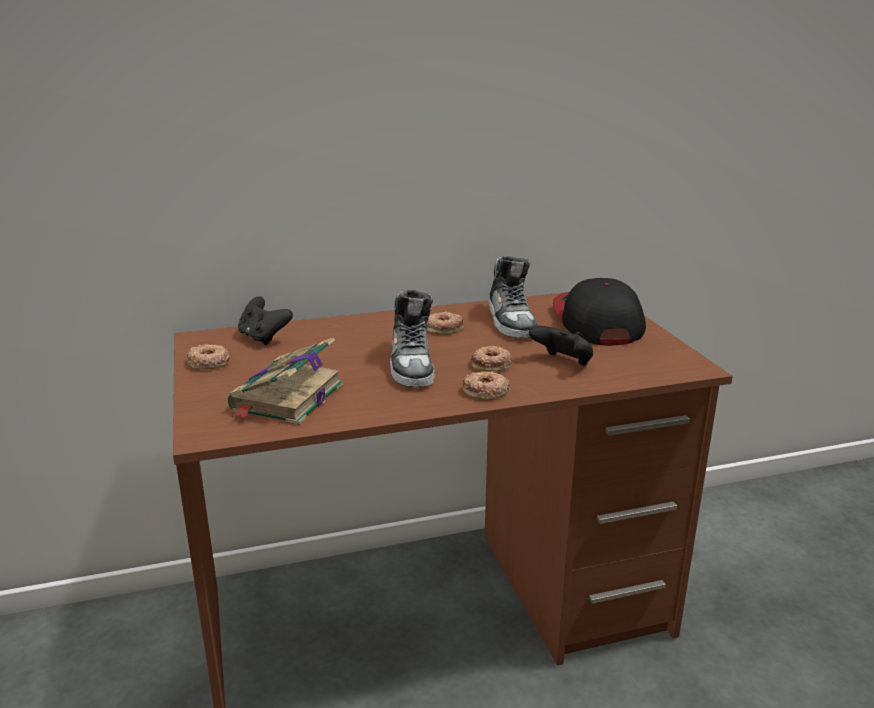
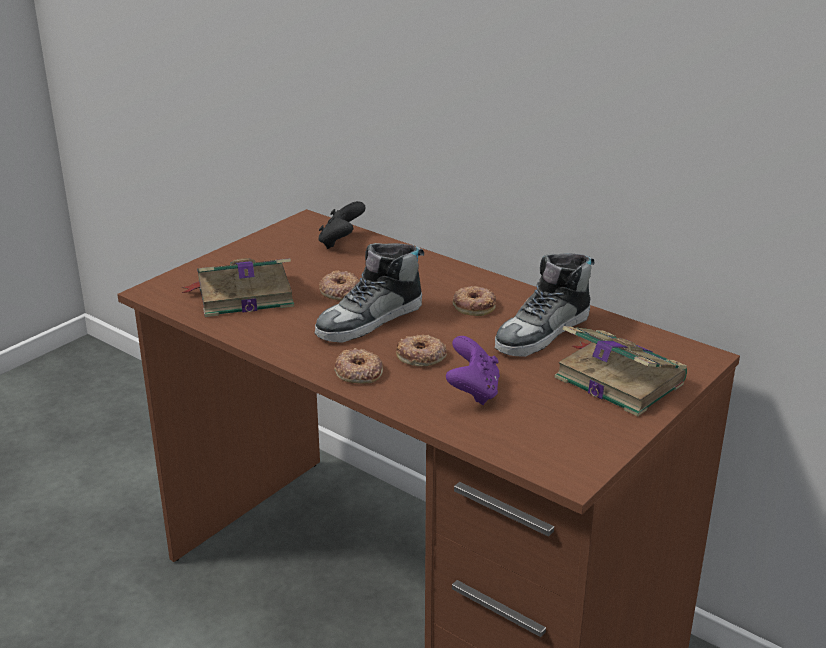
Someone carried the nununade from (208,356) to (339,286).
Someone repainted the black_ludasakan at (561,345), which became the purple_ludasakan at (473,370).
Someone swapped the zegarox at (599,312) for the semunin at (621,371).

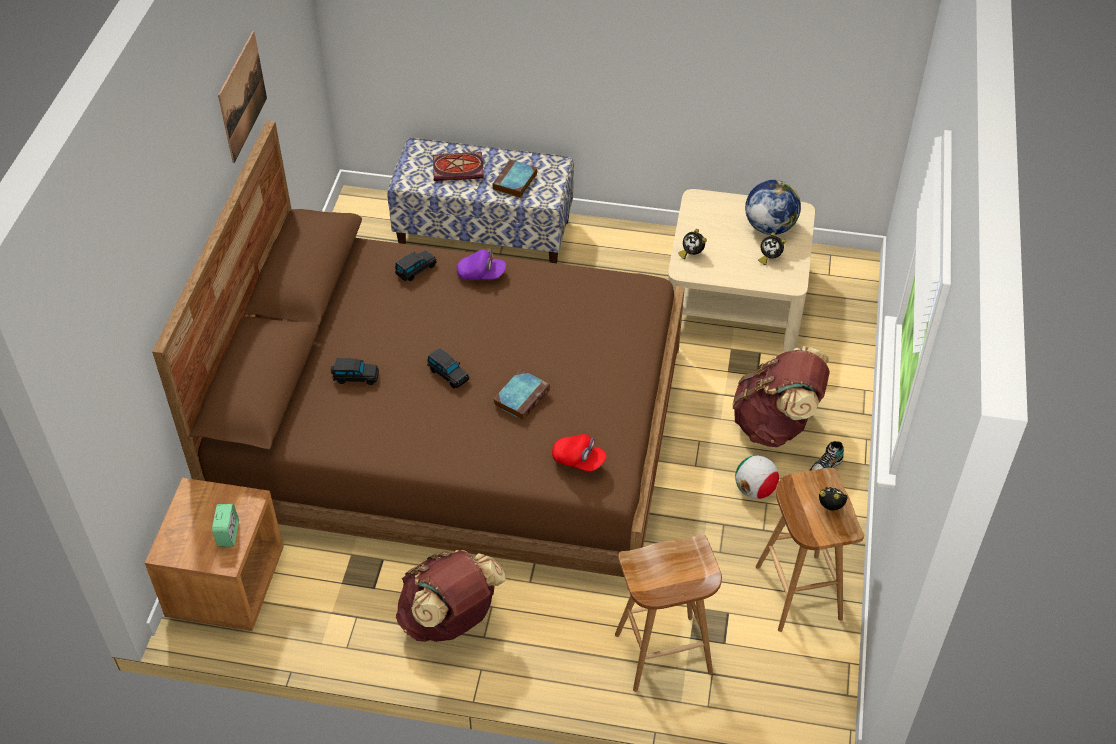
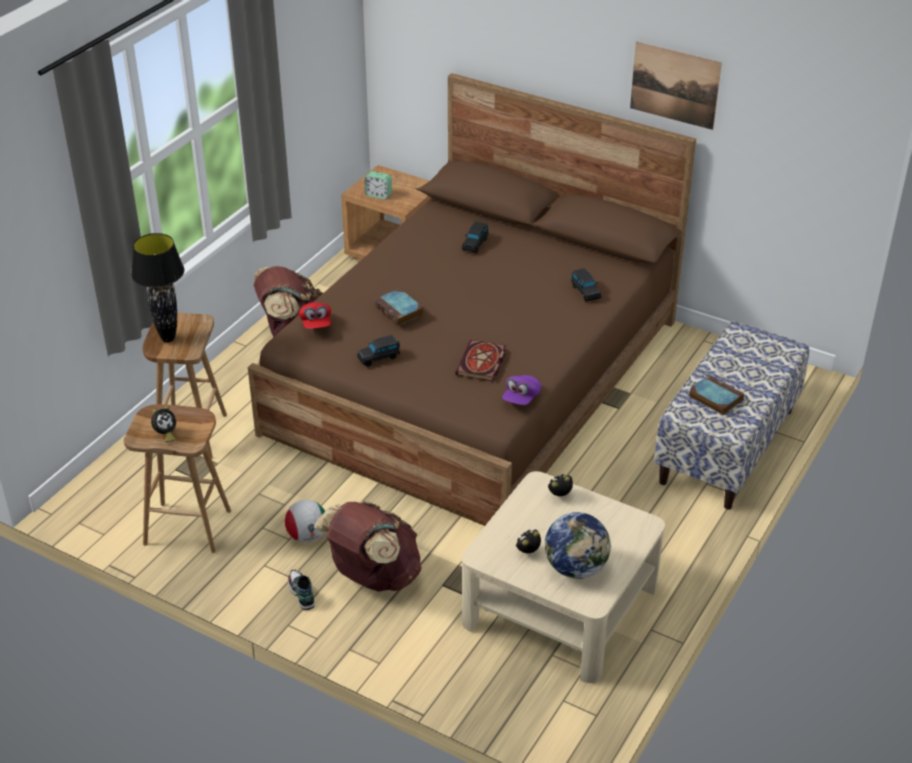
Someone carried the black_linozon from (448,368) to (378,350).
Someone carried the semunin from (458,166) to (480,361).
Someone carried the purple_zegarox from (481,264) to (521,390).
Someone rotated the red_zegarox at (579,452) by 60 degrees counterclockwise.
Someone put down the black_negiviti at (157,287).

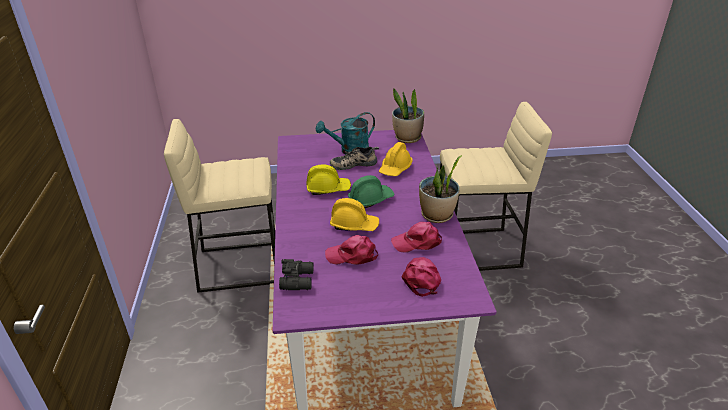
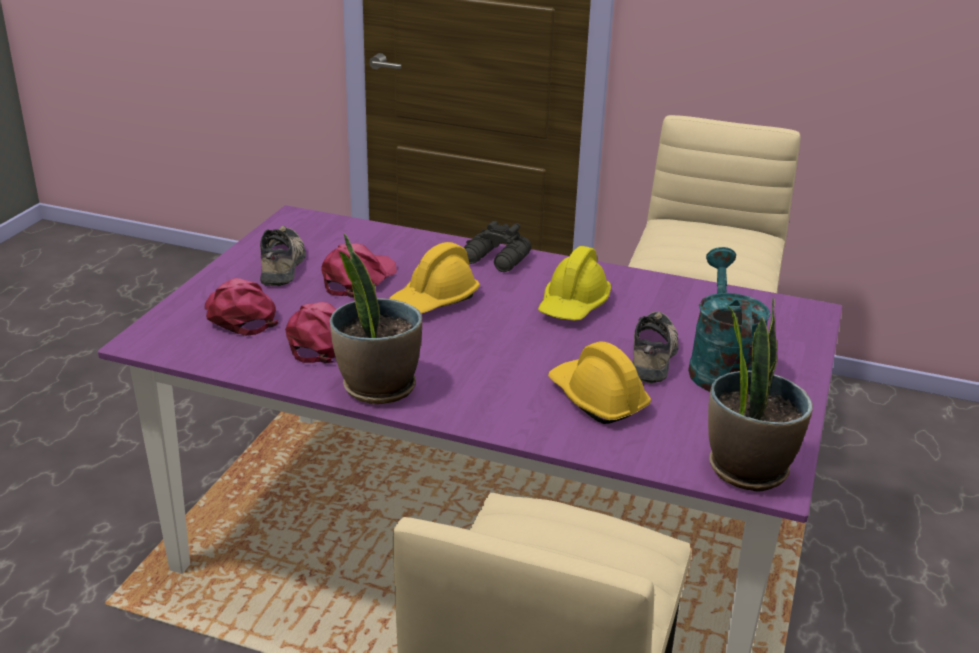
Someone carried the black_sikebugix from (296,274) to (497,246).
Someone took away the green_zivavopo at (371,191).
Someone rotated the pink_zegarox at (421,277) by 150 degrees counterclockwise.
Someone put down the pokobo at (283,256).

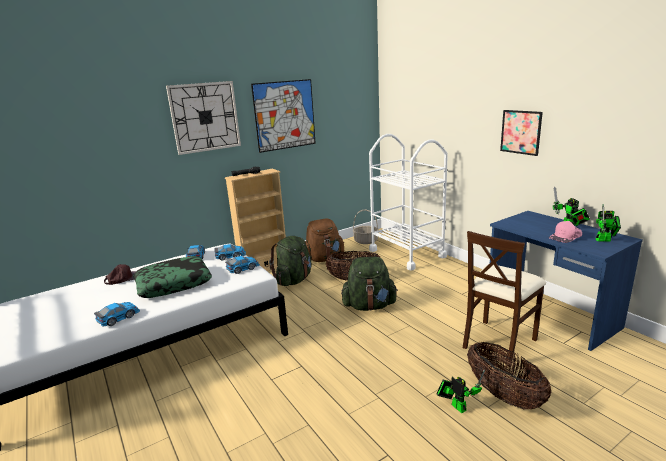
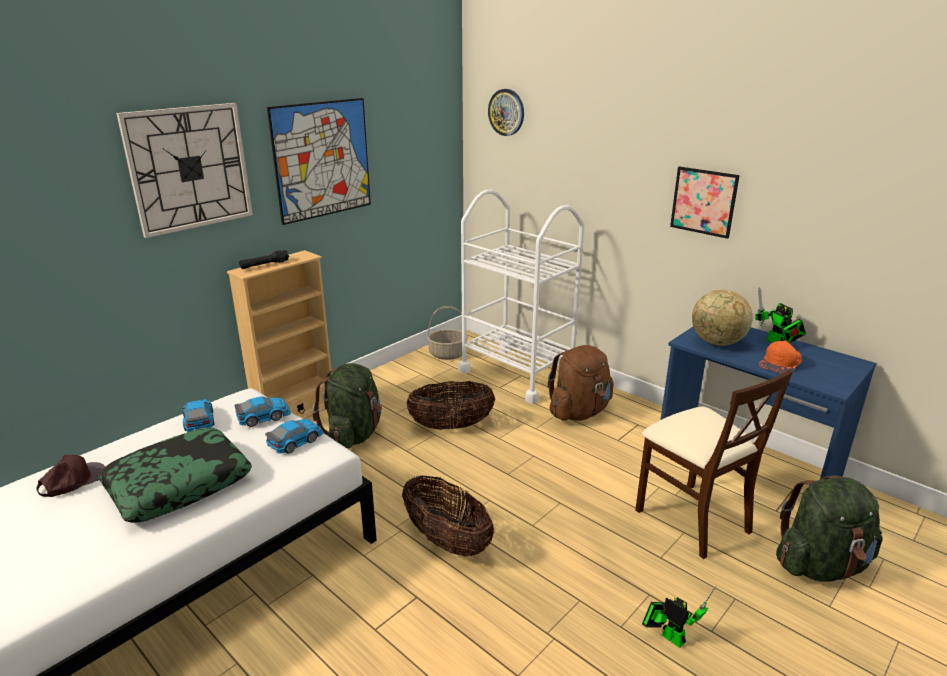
Someone took away the linozon at (117,314).
Someone carried the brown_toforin from (324,240) to (580,383).
Someone carried the green_toforin from (369,284) to (829,528).
Someone rotated the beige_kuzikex at (504,299) by 60 degrees counterclockwise.
Someone carried the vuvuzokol from (509,375) to (448,516).
Someone repainted the pink_zegarox at (565,232), which became the orange_zegarox at (780,357).
Someone took away the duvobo at (608,223).
Someone put up the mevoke at (506,112).
Someone put down the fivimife at (722,317).

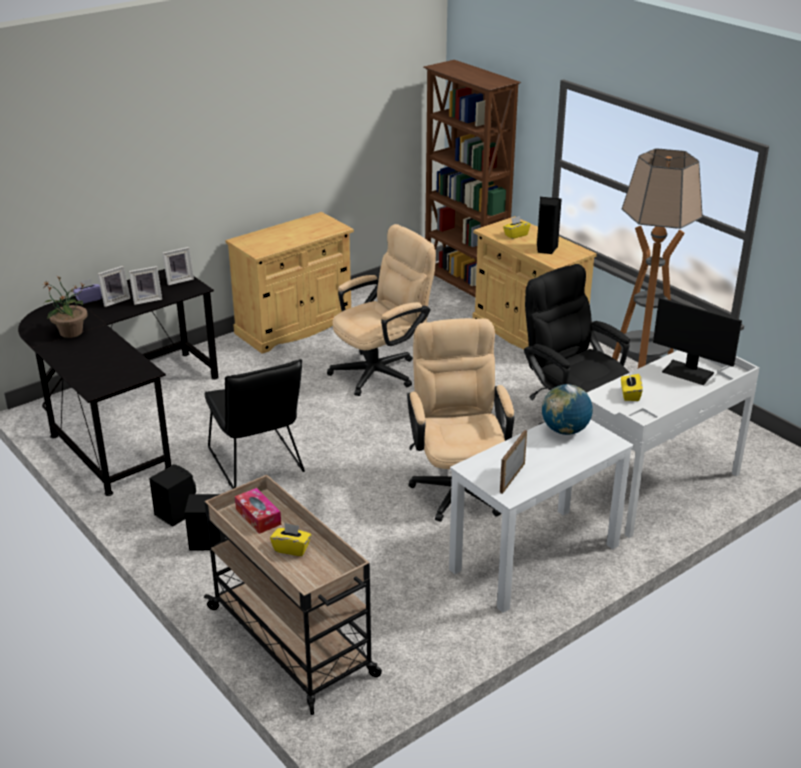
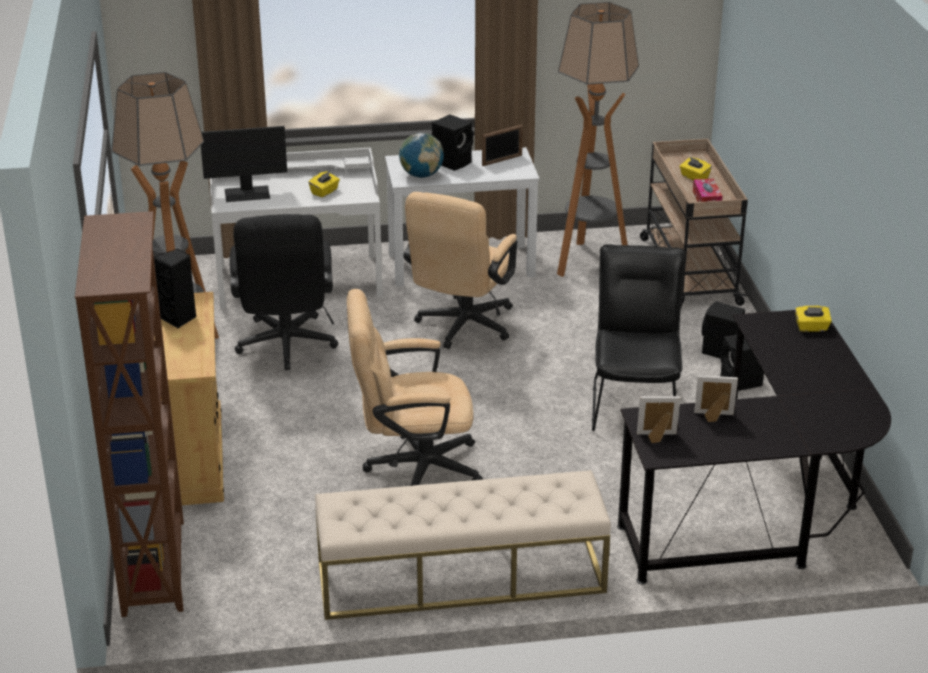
Someone took away the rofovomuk at (65,307).
Someone took away the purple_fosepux at (87,291).
Someone took away the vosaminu at (114,286).
Someone swapped the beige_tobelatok at (289,283) for the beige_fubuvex at (463,545).
Someone carried the yellow_fosepux from (517,227) to (813,318).
Someone rotated the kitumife at (697,341) by 105 degrees clockwise.
Someone put down the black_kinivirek at (452,142).
Someone put down the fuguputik at (598,139).

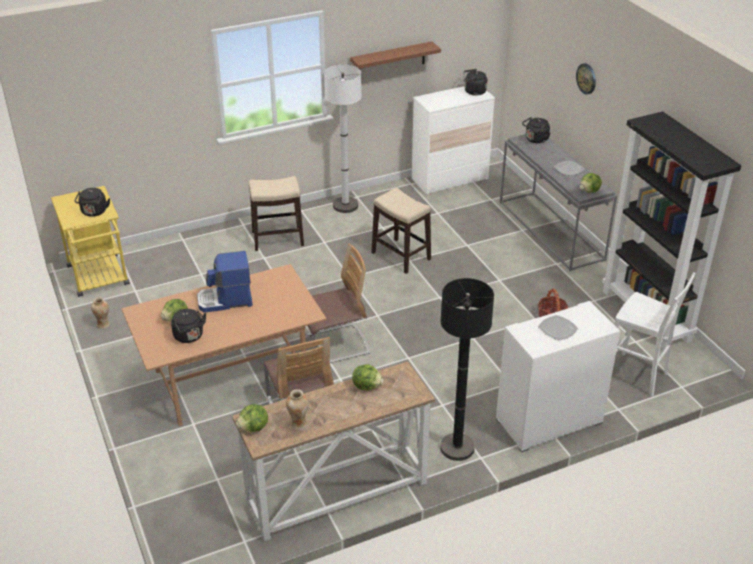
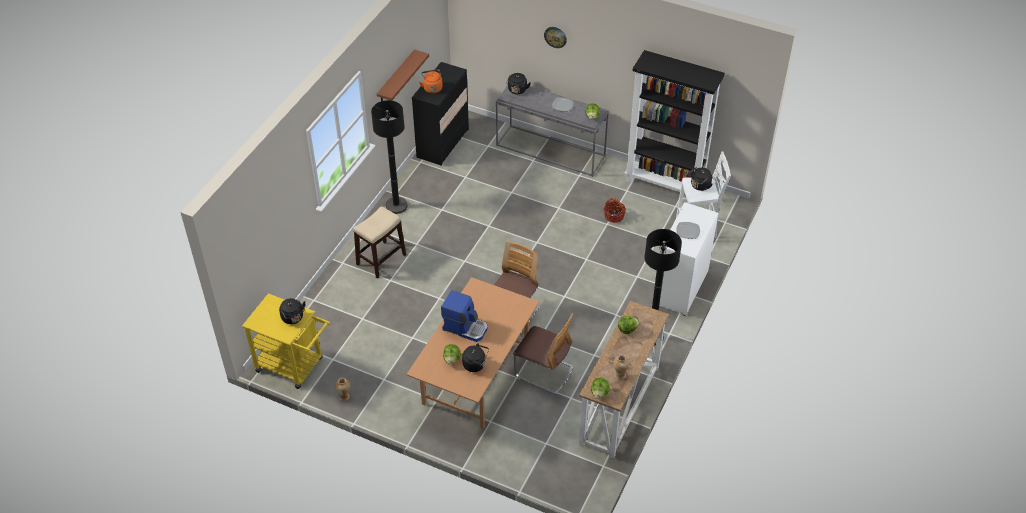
Someone rotated the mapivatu at (225,282) by 105 degrees counterclockwise.
Someone repainted the white_fuguputik at (343,139), which became the black_fuguputik at (389,157).
Someone took away the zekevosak at (401,231).
Someone repainted the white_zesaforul at (453,140), which became the black_zesaforul at (440,114).
Someone carried the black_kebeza from (476,82) to (700,179).
Someone put down the orange_kebeza at (431,81).

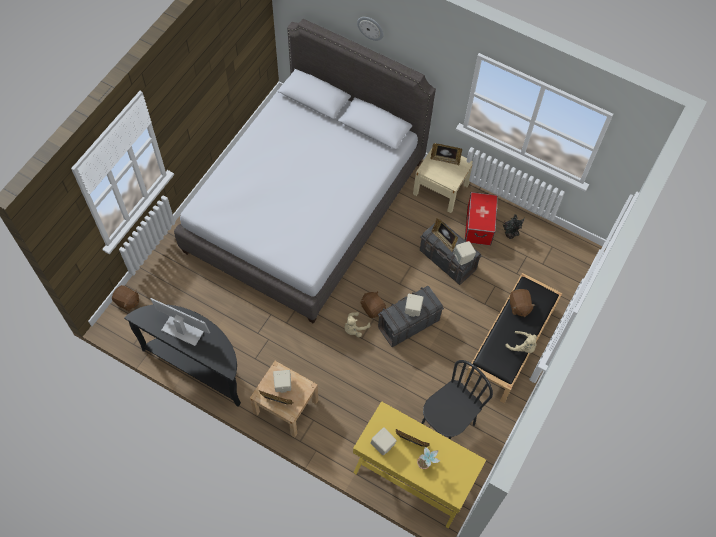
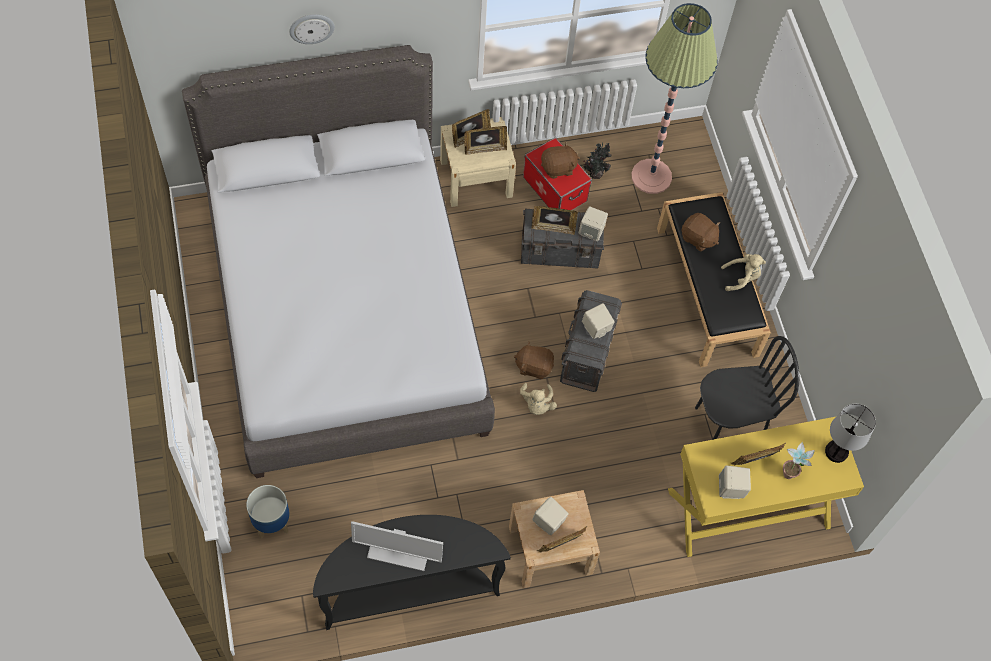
Someone carried the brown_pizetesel from (125,298) to (560,160).
Someone rotated the kitumife at (180,322) by 150 degrees counterclockwise.
Someone rotated the black_kuzikex at (457,400) by 75 degrees clockwise.
Someone put down the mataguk at (267,512).
Someone put down the vosaminu at (485,140).
Someone put down the fuguputik at (674,98).
Someone put down the negiviti at (850,433).

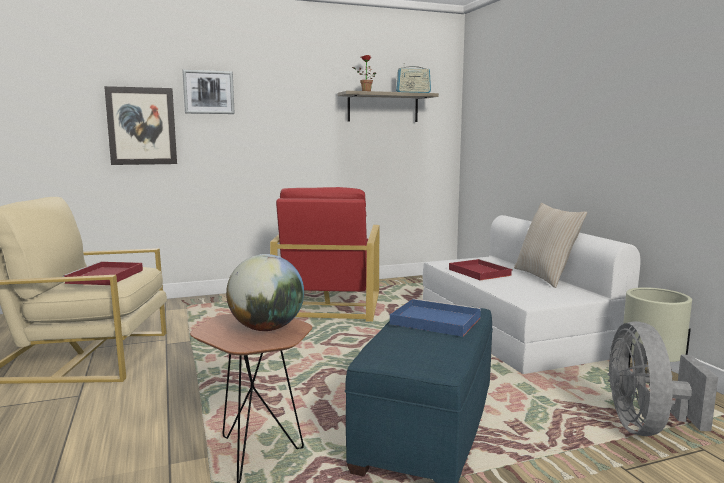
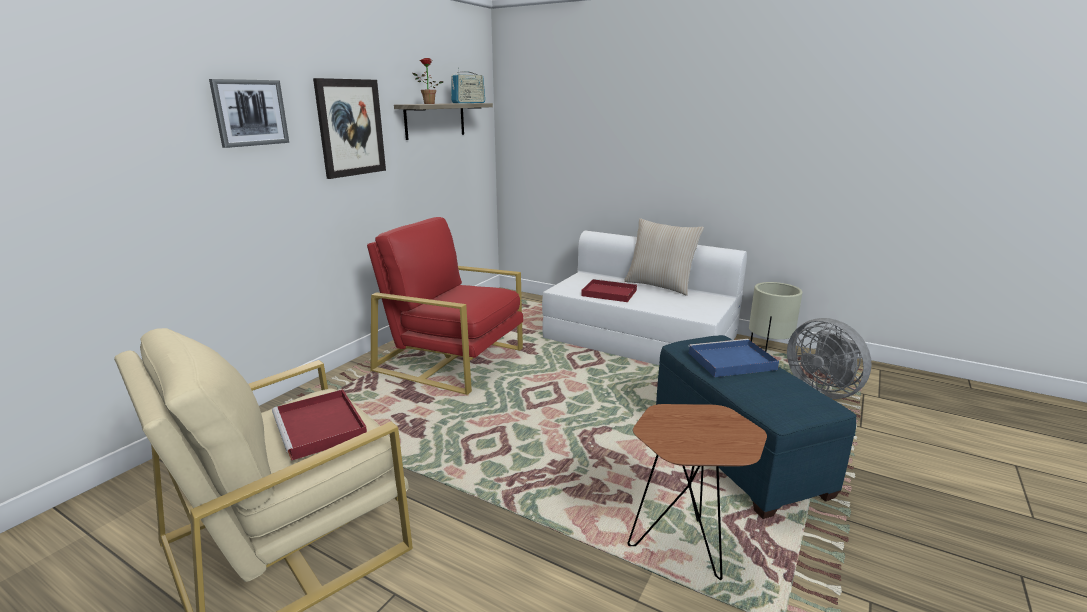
Someone carried the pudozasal from (140,125) to (349,128).
Someone took away the fivimife at (265,292).
Someone rotated the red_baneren at (324,254) by 150 degrees clockwise.

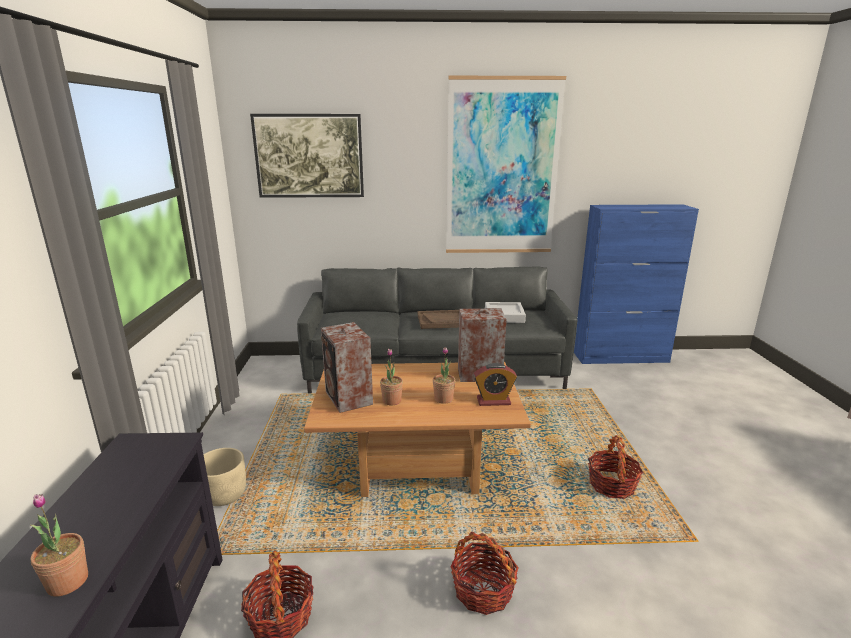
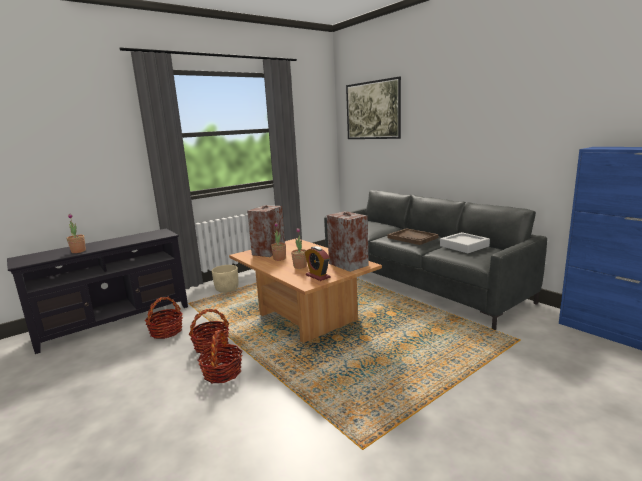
Someone took away the pudozasal at (506,164).
Someone carried the vuvuzokol from (615,467) to (209,331).

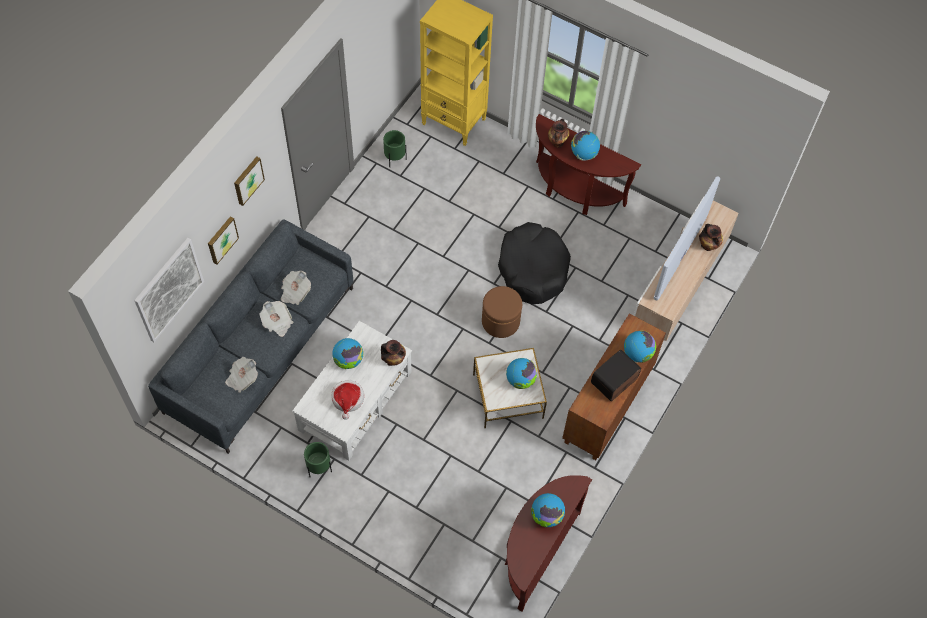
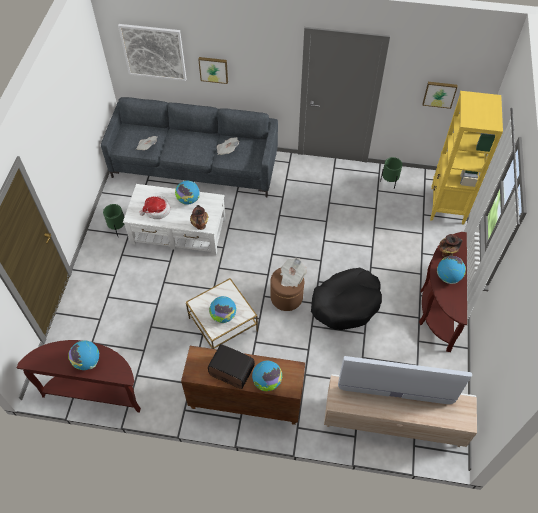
Someone carried the pudozasal from (249,181) to (440,95).
Someone carried the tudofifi from (276,319) to (293,272).
Someone took away the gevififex at (711,237).

